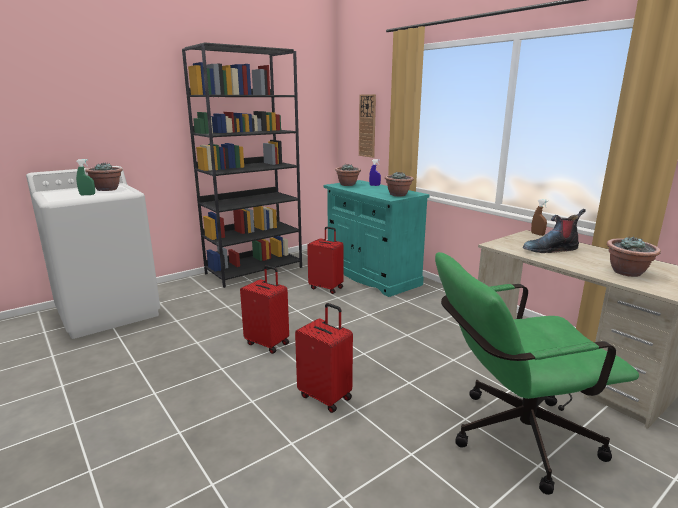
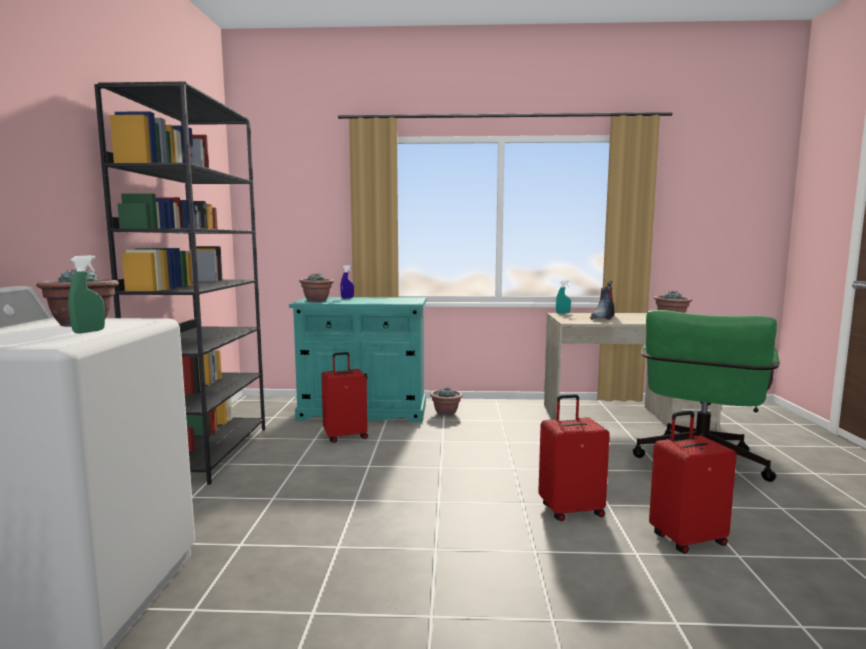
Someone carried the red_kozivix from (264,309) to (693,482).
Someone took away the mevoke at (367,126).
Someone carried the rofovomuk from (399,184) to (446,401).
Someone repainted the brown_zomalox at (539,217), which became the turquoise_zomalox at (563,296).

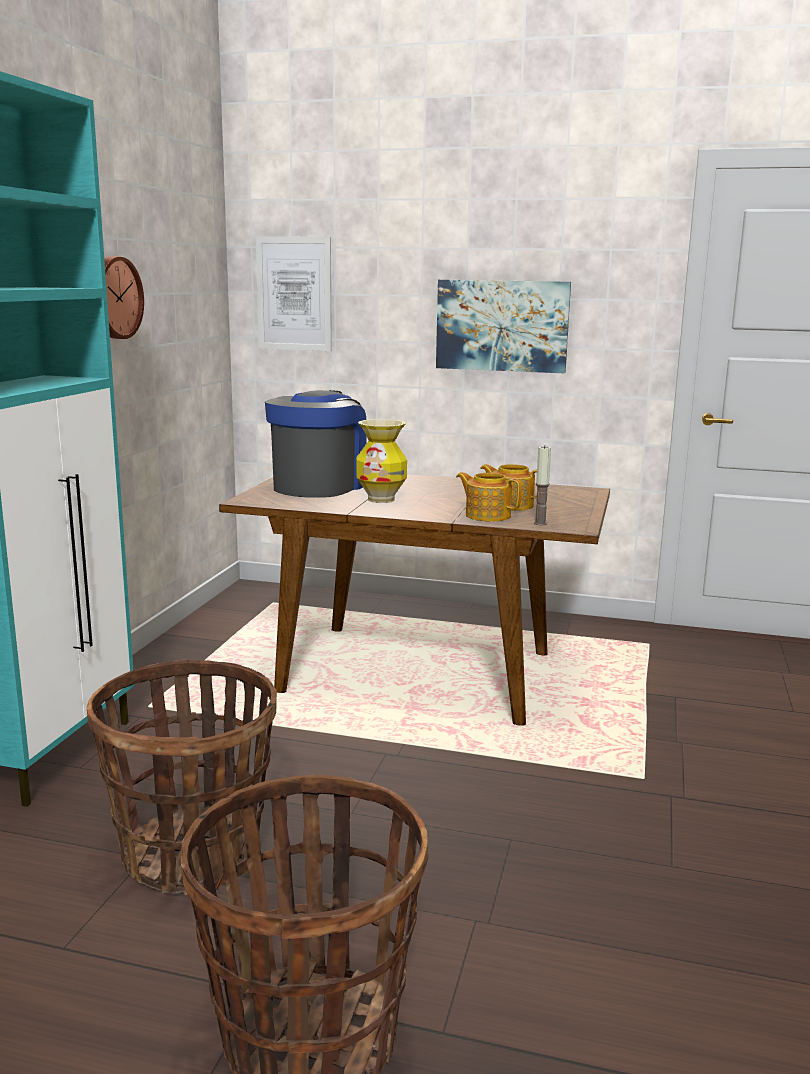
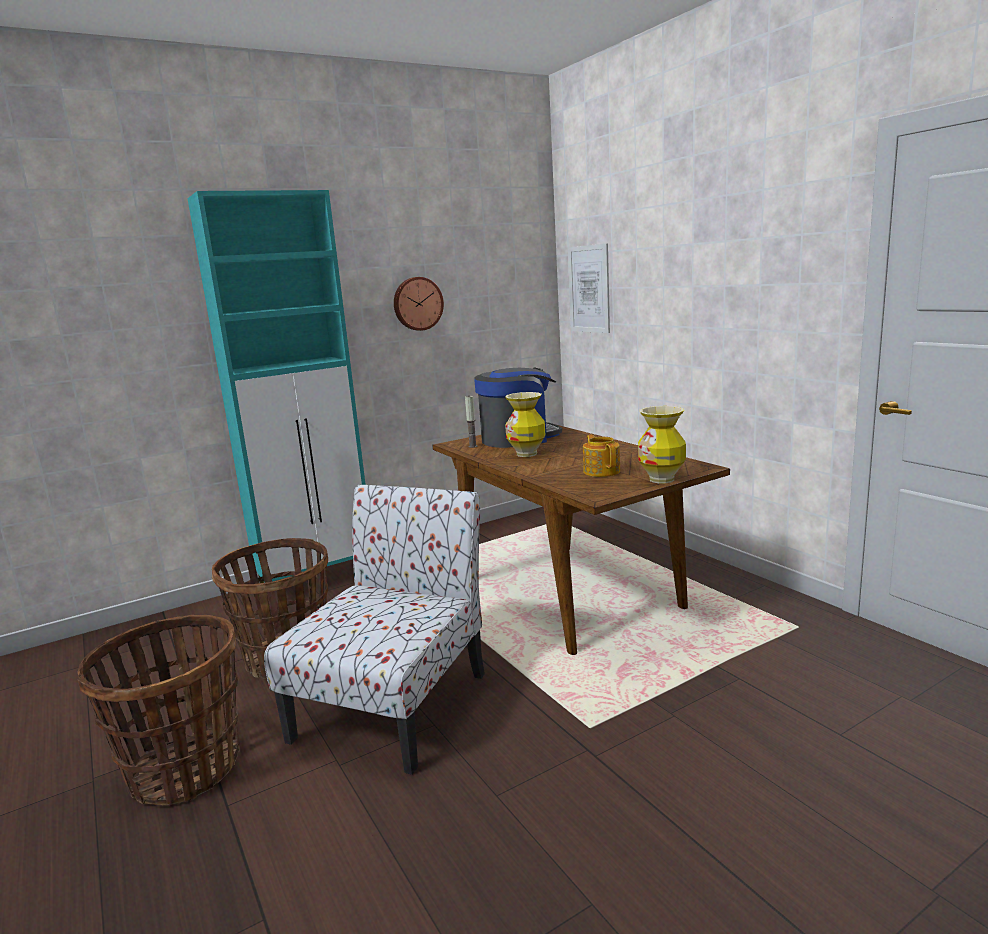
Someone took away the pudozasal at (503,326).
Someone took away the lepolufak at (489,497).
Someone carried the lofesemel from (542,485) to (471,422).
Someone put down the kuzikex at (374,630).
Someone put down the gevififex at (662,444).

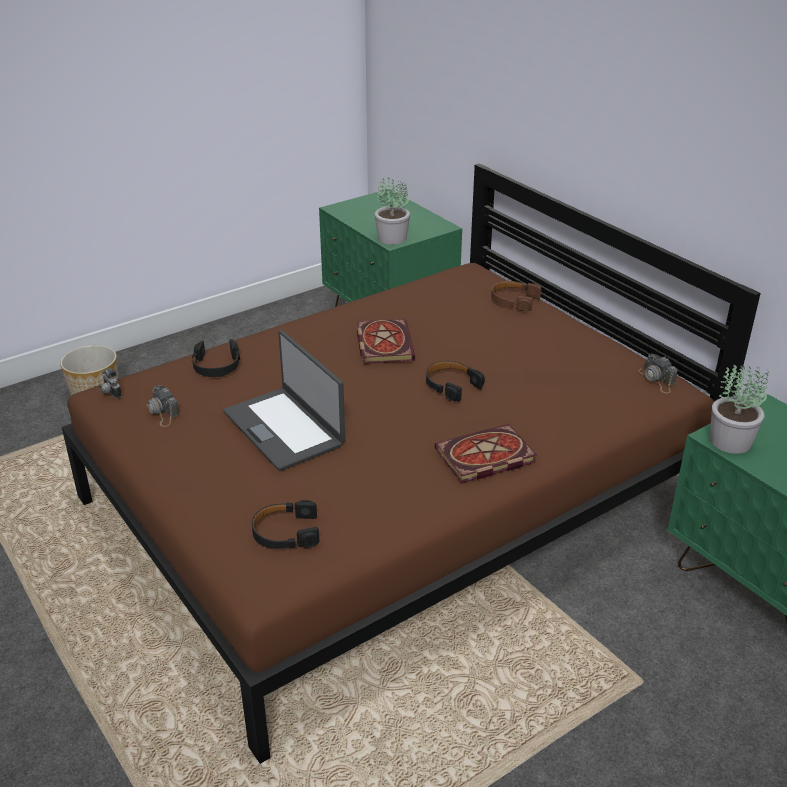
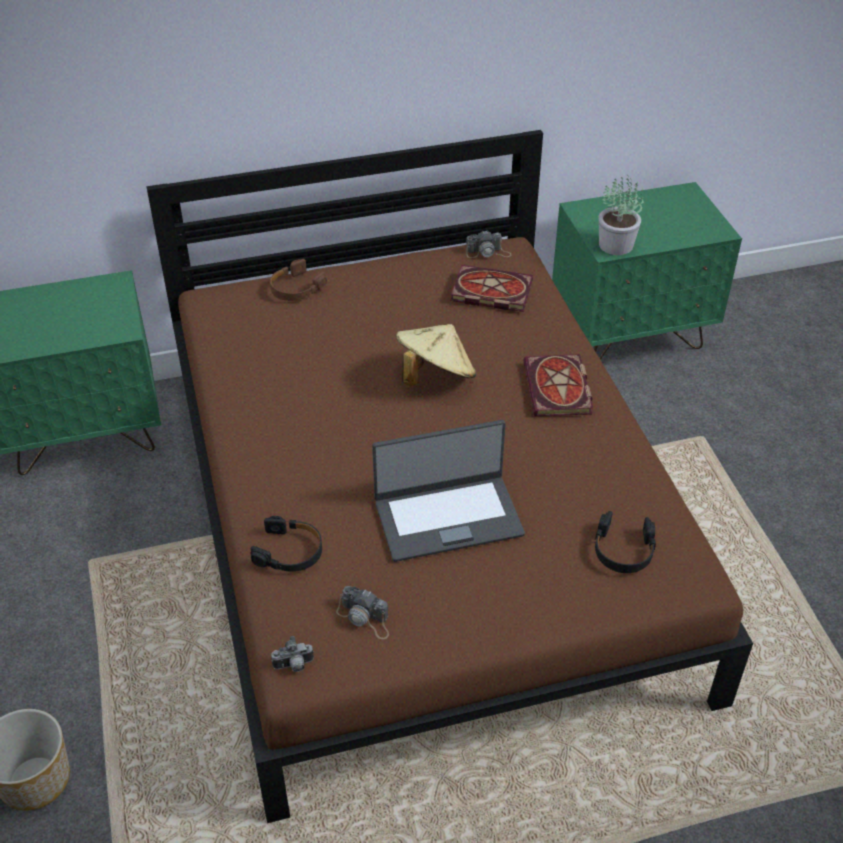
Someone rotated the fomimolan at (163,406) by 45 degrees clockwise.
Someone carried the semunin from (386,341) to (491,288).
Someone took away the rofovomuk at (392,211).
Someone swapped the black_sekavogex at (455,381) for the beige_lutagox at (436,355).

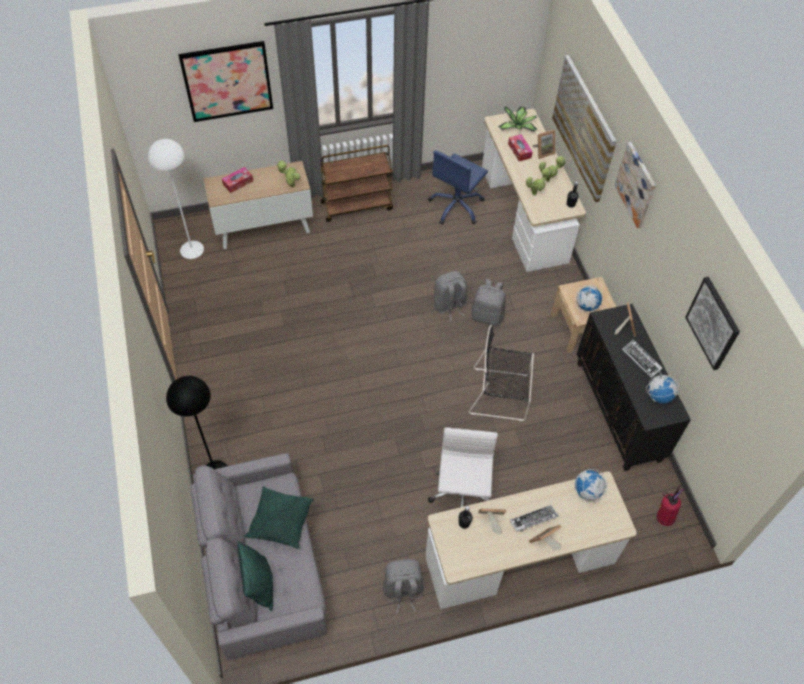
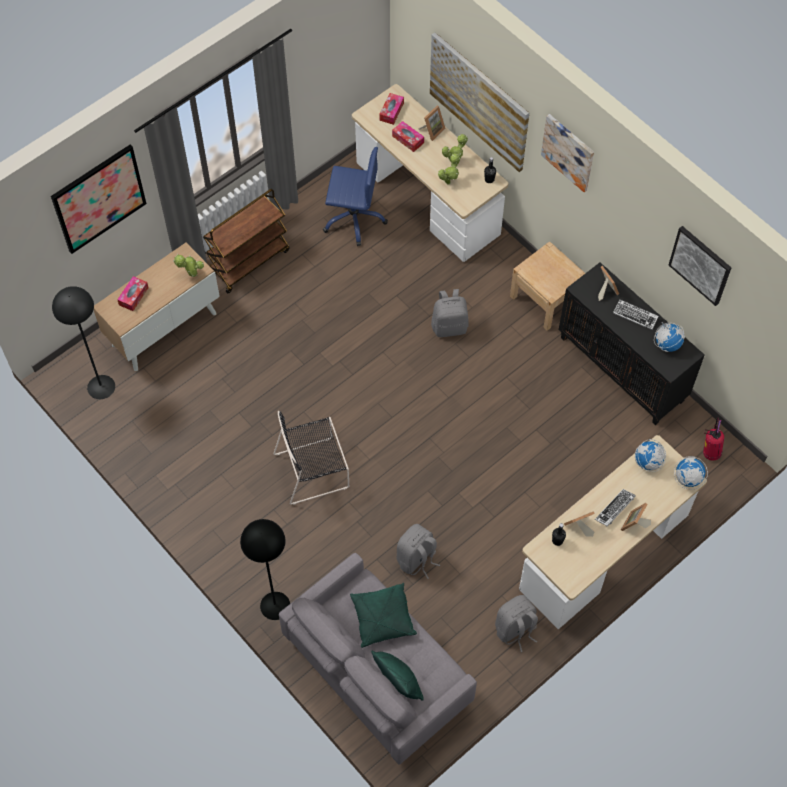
Someone repainted the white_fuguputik at (176,199), which became the black_fuguputik at (83,342).
Someone rotated the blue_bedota at (458,187) by 90 degrees counterclockwise.
Someone took away the white_bedota at (463,467).
Someone carried the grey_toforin from (450,296) to (418,551).
Someone carried the black_kuzikex from (501,373) to (311,458).
Someone swapped the rofovomuk at (517,119) for the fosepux at (391,109).
Someone carried the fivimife from (589,298) to (691,472).

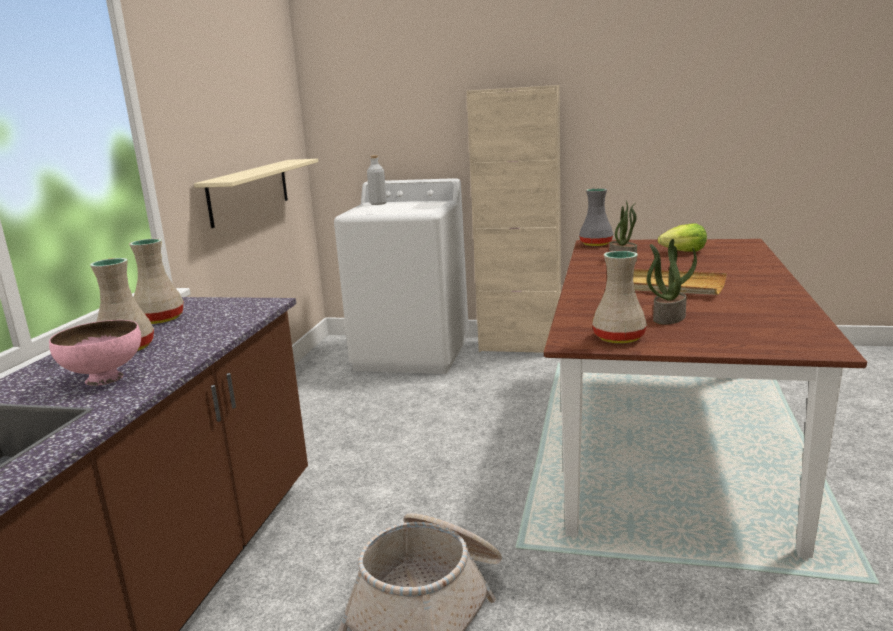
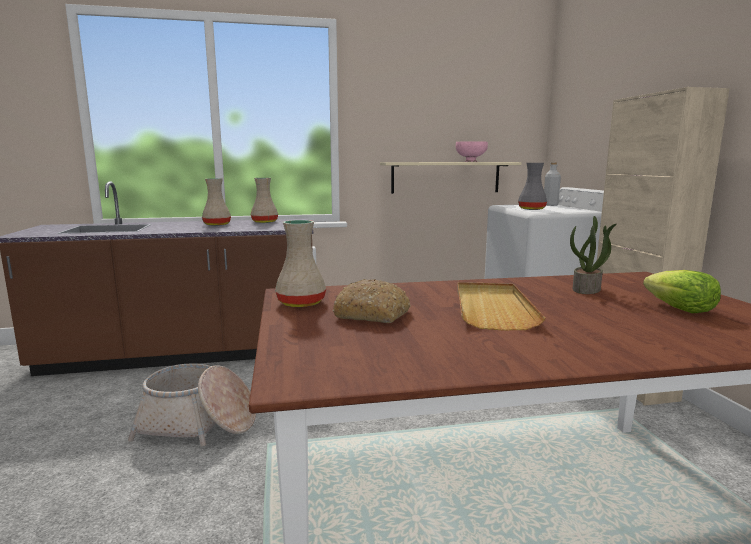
Someone carried the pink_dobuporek from (95,353) to (472,151).
Someone carried the grey_gevififex from (596,217) to (532,186).
Someone swapped the rofovomuk at (672,281) for the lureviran at (371,301).

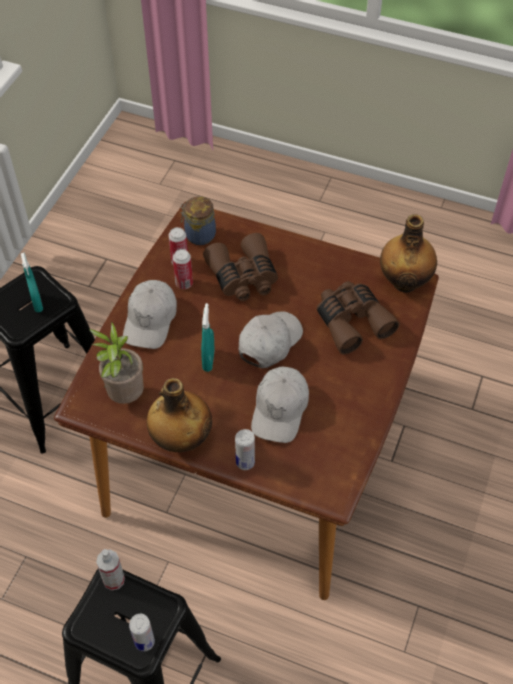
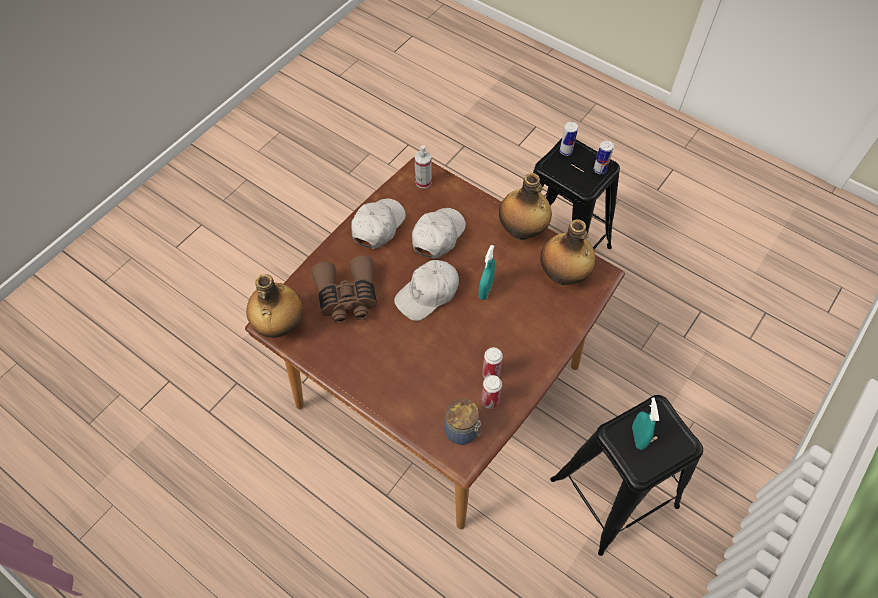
Someone swapped the rofovomuk at (116,362) for the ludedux at (568,252).
Someone carried the zomalox from (110,570) to (423,166).
Someone carried the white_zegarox from (150,314) to (378,223).
Someone took away the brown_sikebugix at (240,267).
Someone carried the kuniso from (245,449) to (604,157).

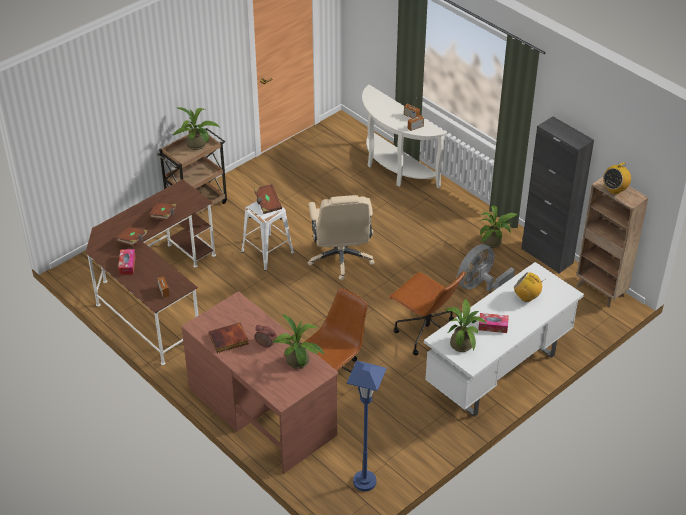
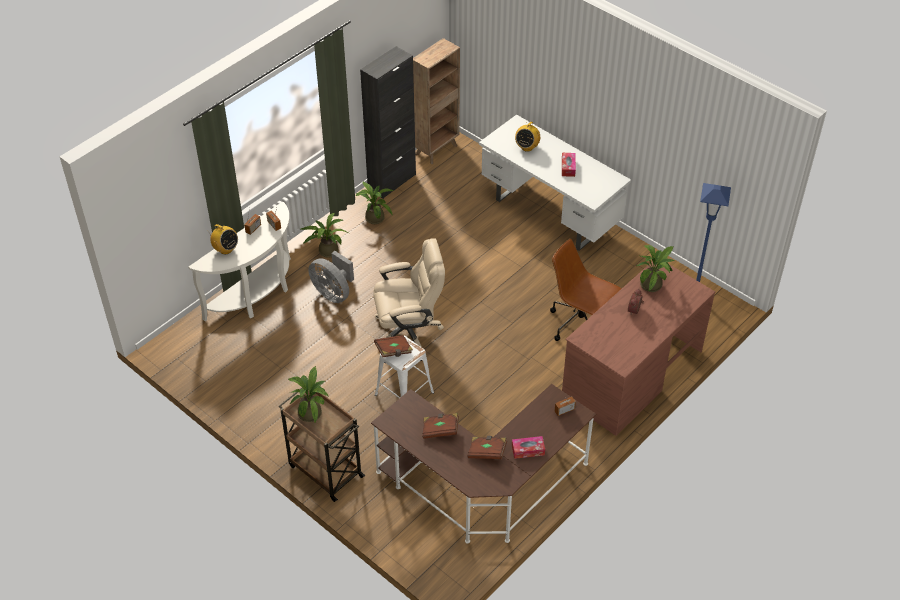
Someone took away the semunin at (229,338).
Someone took away the brown_bedota at (427,313).
Someone carried the rofovomuk from (465,325) to (325,235).
Someone carried the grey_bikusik from (486,268) to (331,277).
Someone carried the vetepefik from (617,178) to (222,239).

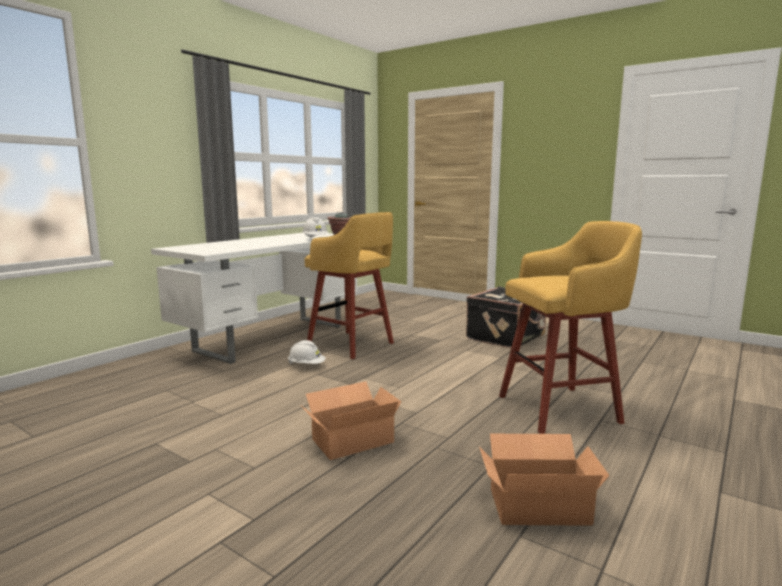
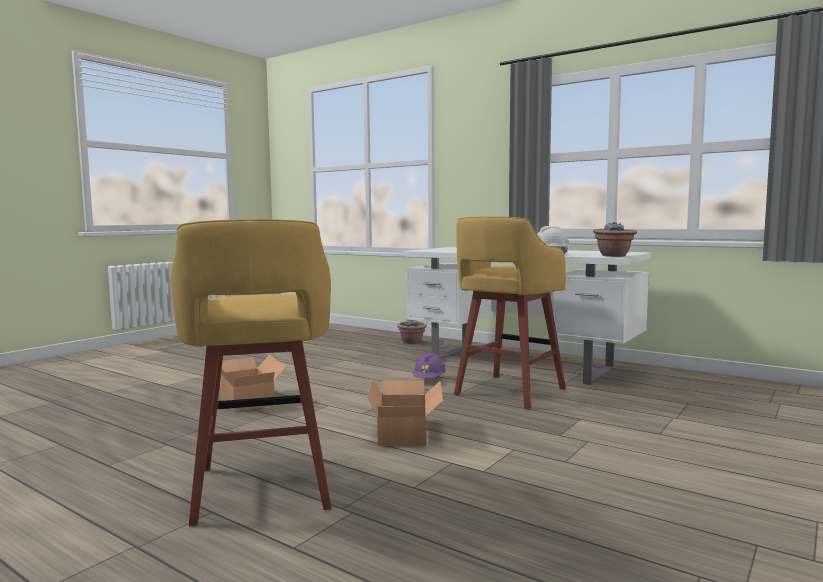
Someone repainted the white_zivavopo at (306,352), which became the purple_zivavopo at (429,365).
Someone took away the black_kozivix at (506,318).
Someone carried the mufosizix from (544,480) to (405,412).
Someone put down the rofovomuk at (412,332).

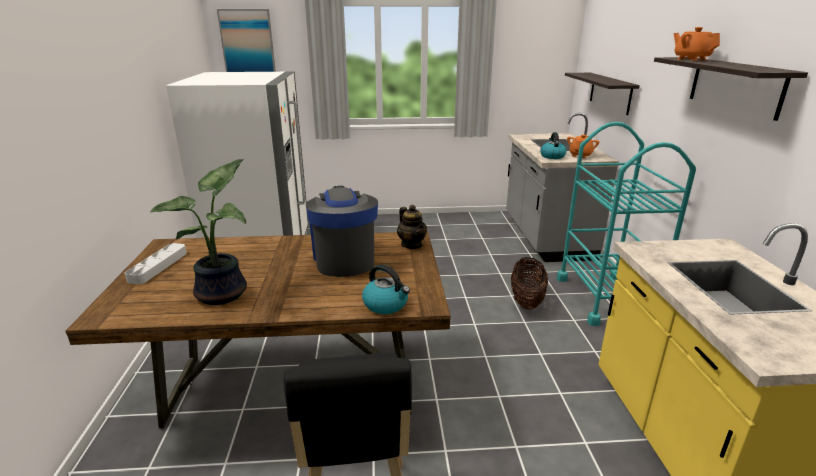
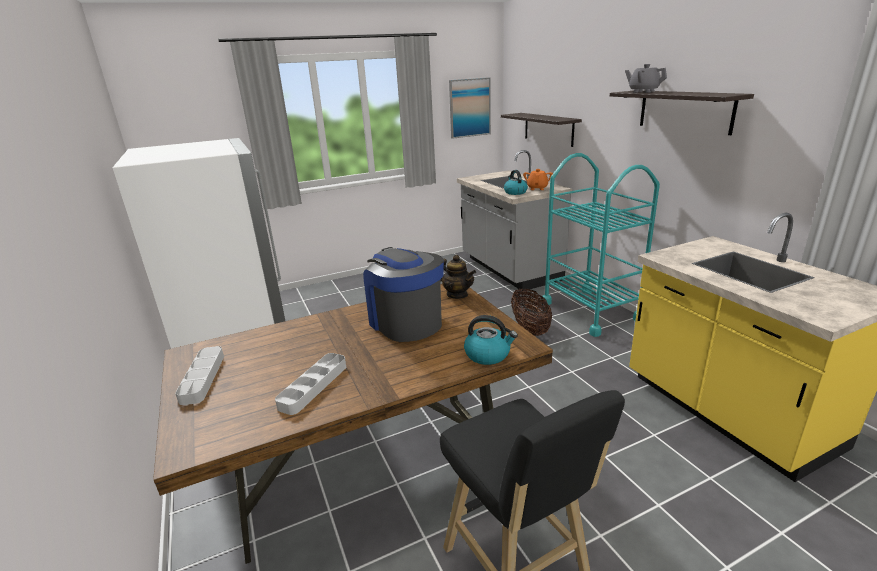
Someone swapped the rofovomuk at (198,232) for the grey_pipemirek at (310,384).
Someone carried the pudozasal from (246,40) to (470,108).
Someone repainted the orange_lepolufak at (697,44), which became the grey_lepolufak at (646,78).

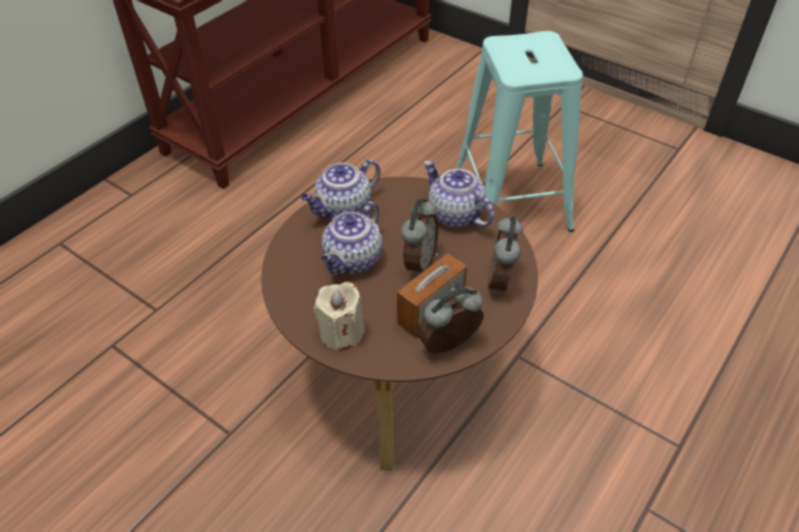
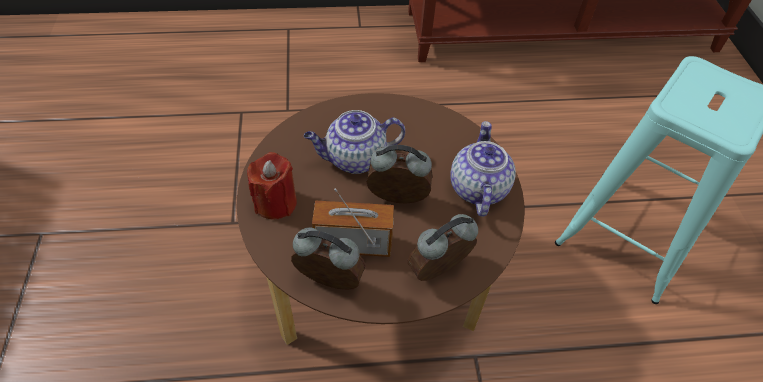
Someone took away the lepolufak at (340,189).
Someone repainted the beige_lofesemel at (339,317), which became the red_lofesemel at (272,186).
Someone rotated the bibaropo at (419,237) by 150 degrees counterclockwise.

